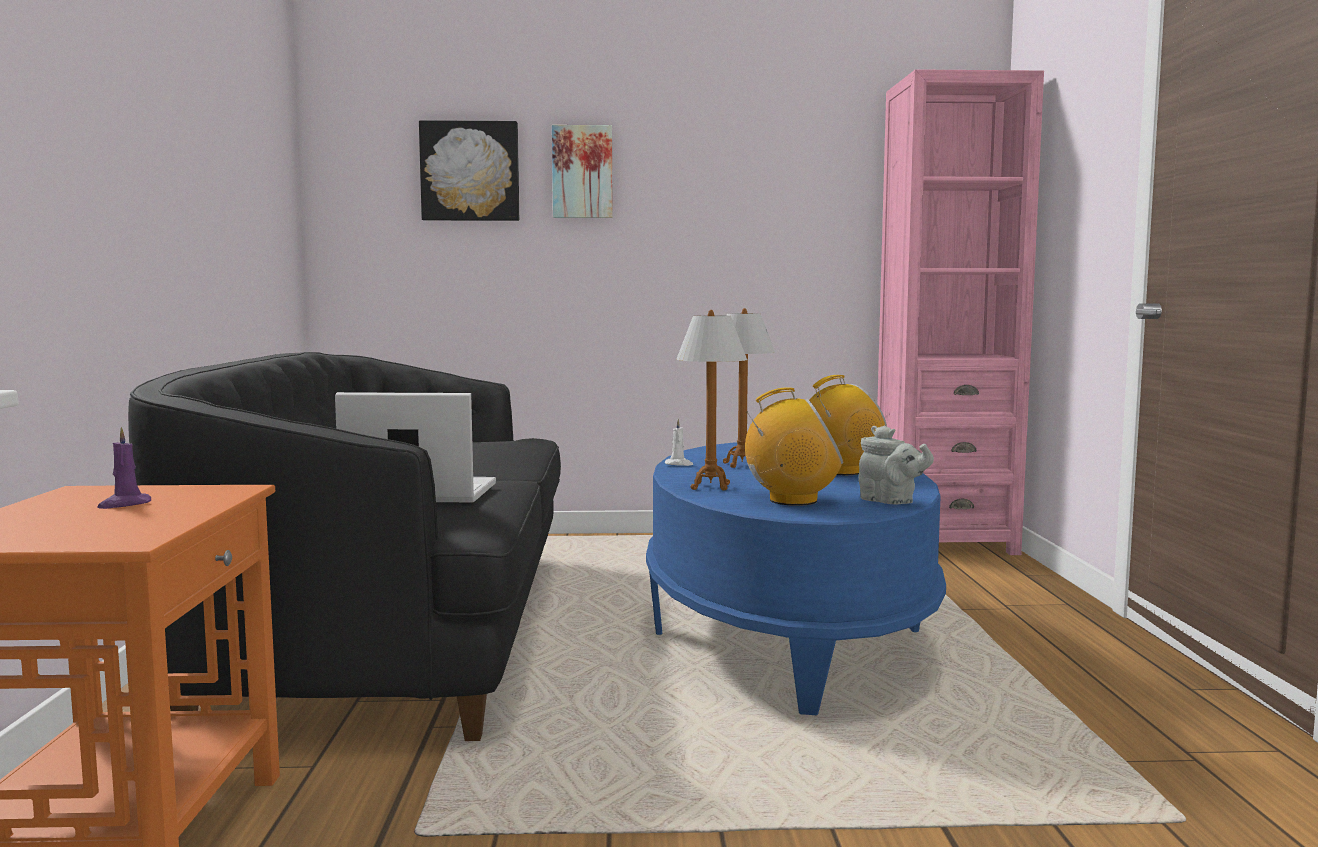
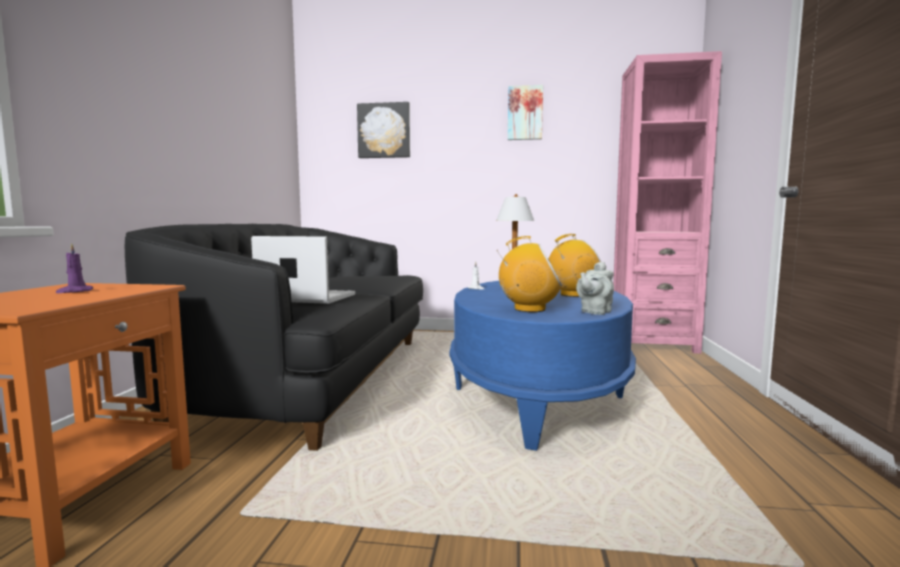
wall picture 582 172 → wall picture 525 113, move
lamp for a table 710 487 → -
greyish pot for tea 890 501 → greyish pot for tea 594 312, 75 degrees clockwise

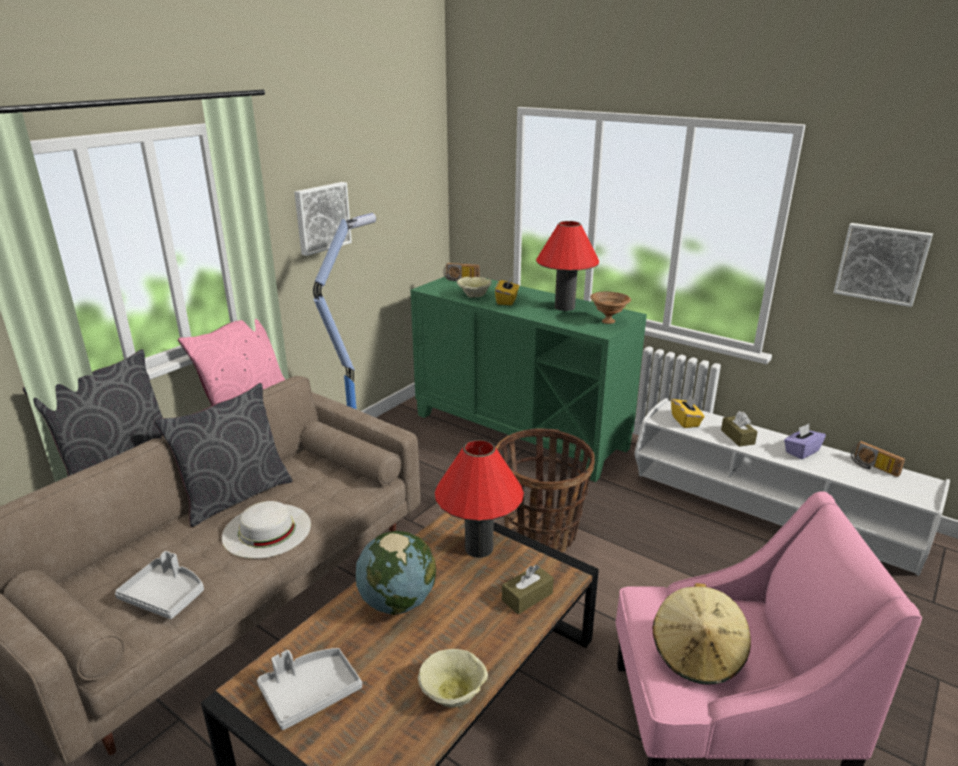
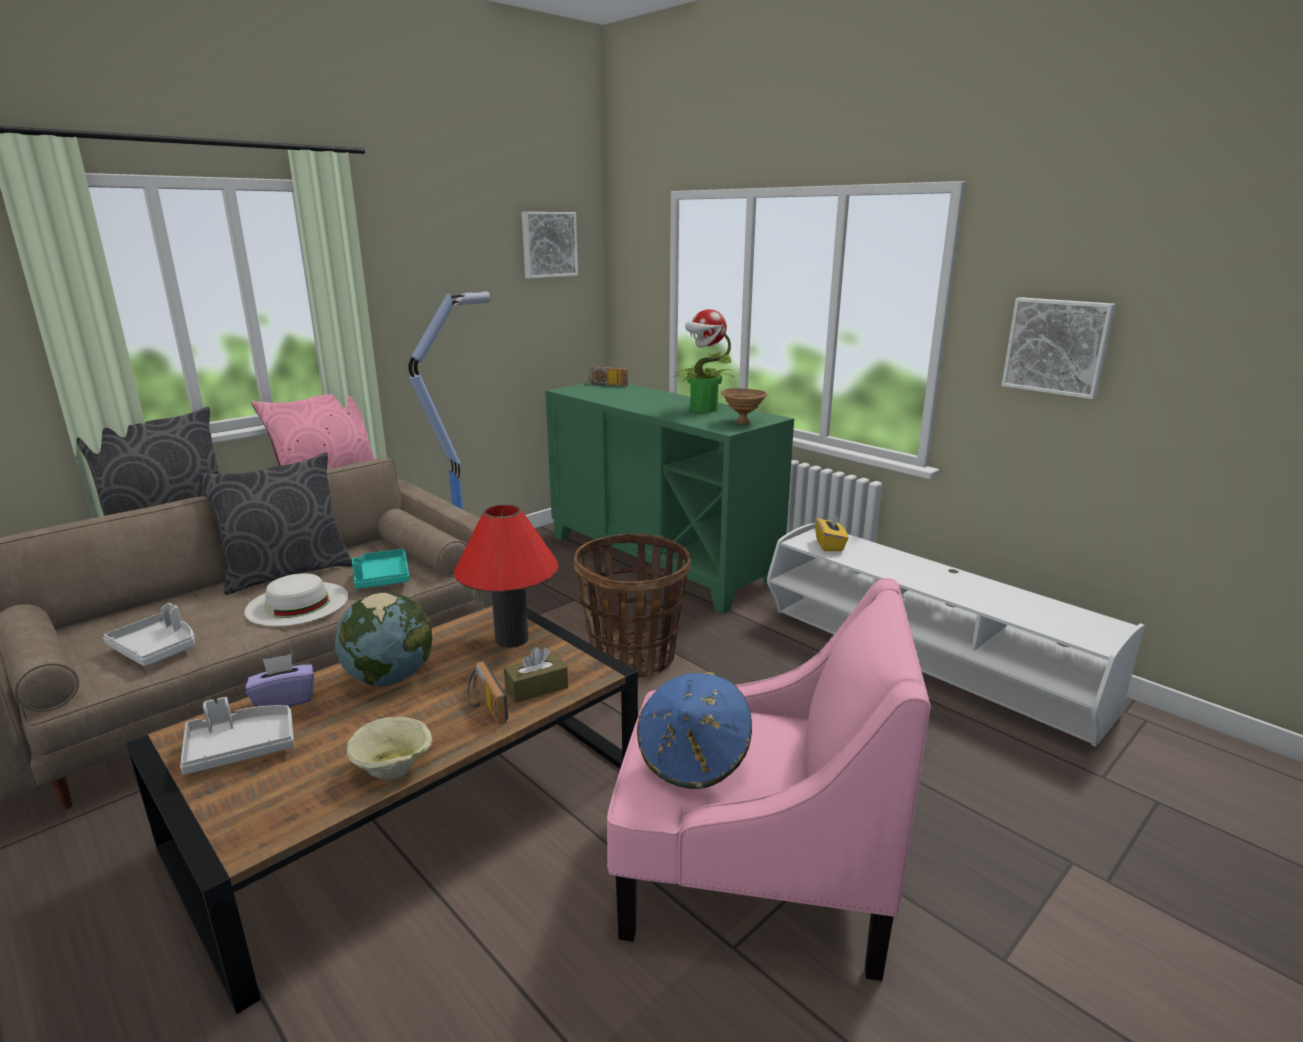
wall picture 321 217 → wall picture 548 244, move
beige serving bowl 474 295 → -
yellow-coloured tissue box 507 301 → -
red lamp for a table 564 307 → potted plant 703 409
beige hat 697 655 → blue-coloured hat 694 758
brown-coloured tissue box 737 437 → -
purplish tissue box 801 451 → purplish tissue box 285 700, move
radio set 872 467 → radio set 484 705, move
- → turquoise-coloured tray 382 578

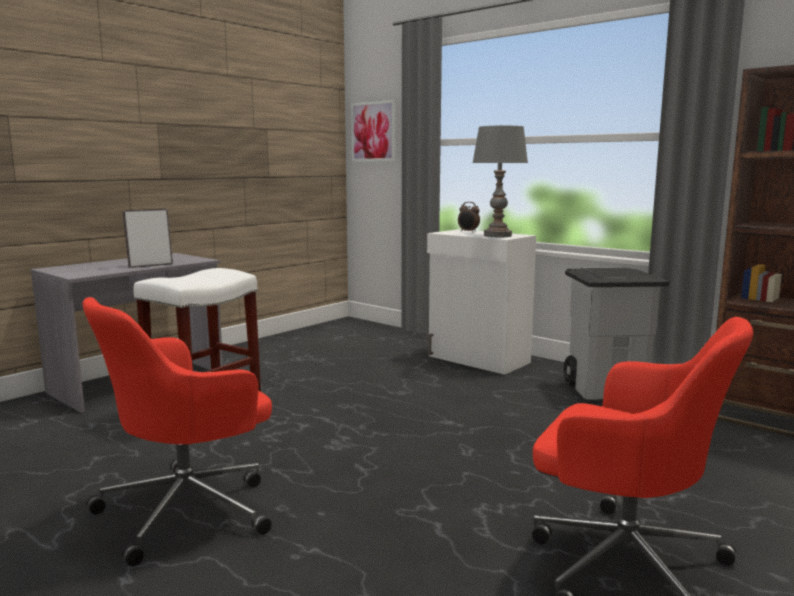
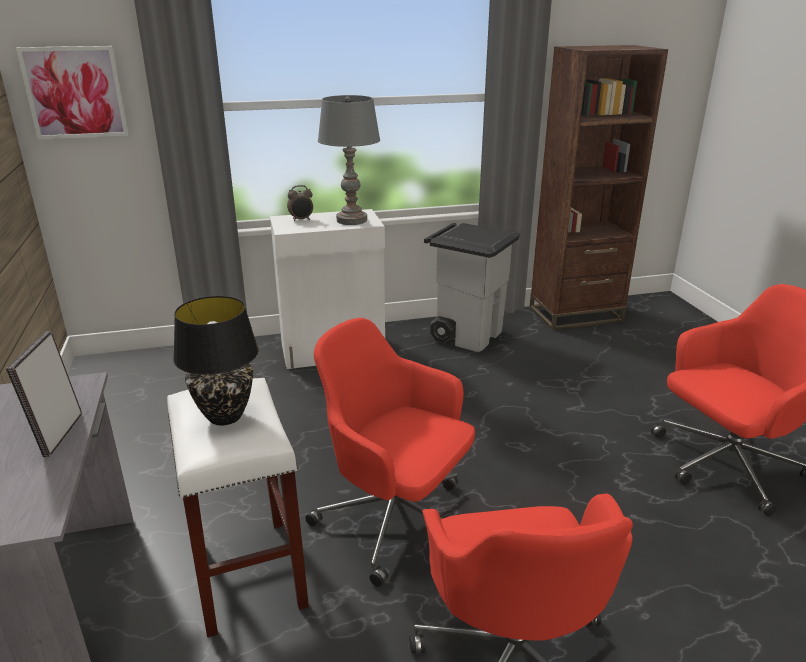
- → black-coloured lamp for a table 224 417
- → red computer chair 395 520

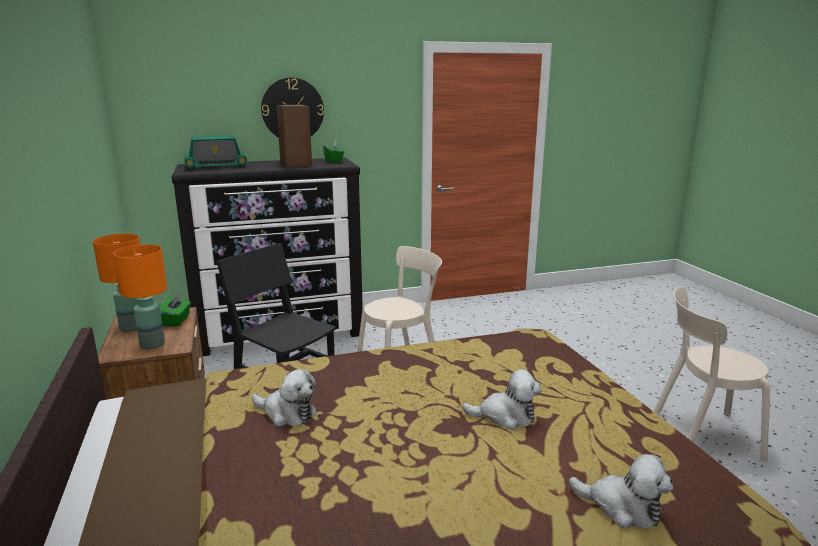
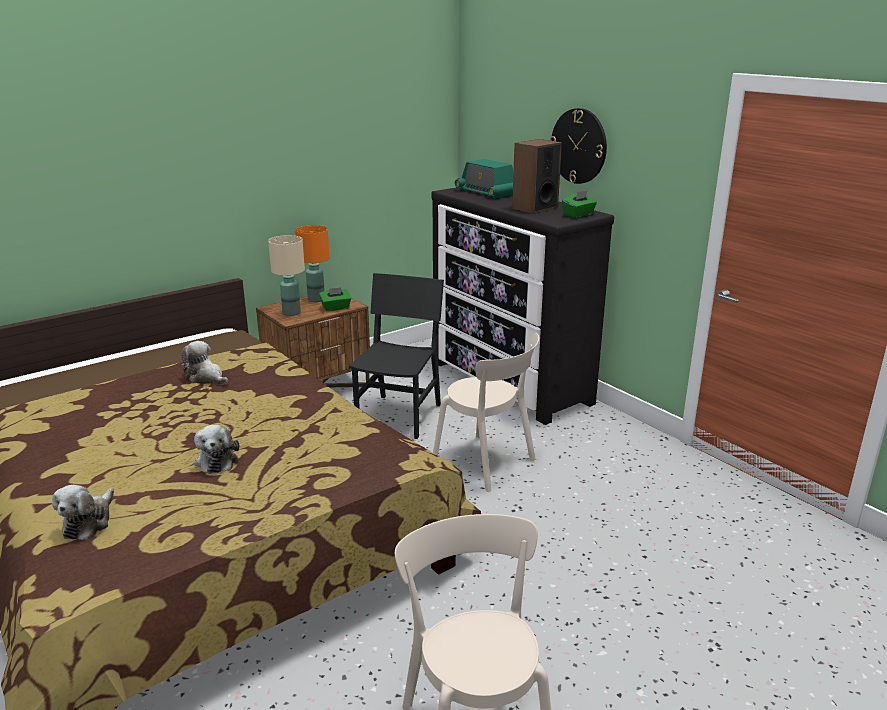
orange lamp for a table 151 344 → beige lamp for a table 291 313
plush toy 287 413 → plush toy 206 378, 120 degrees clockwise

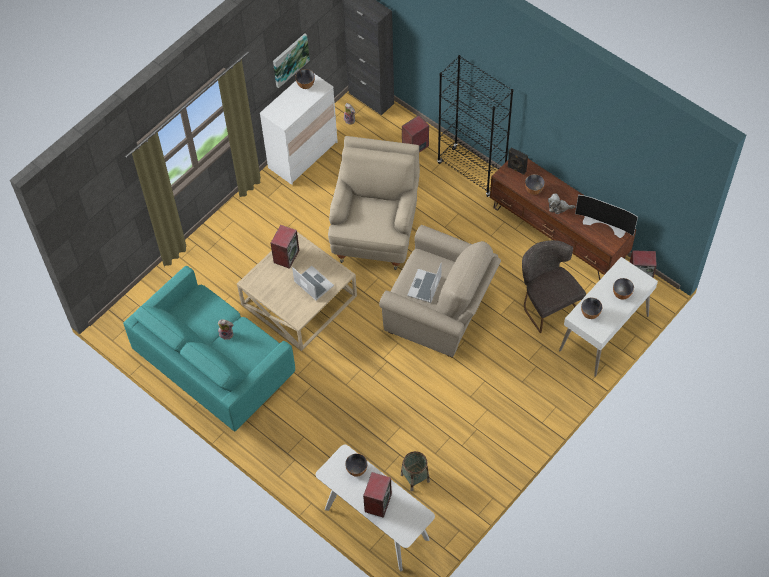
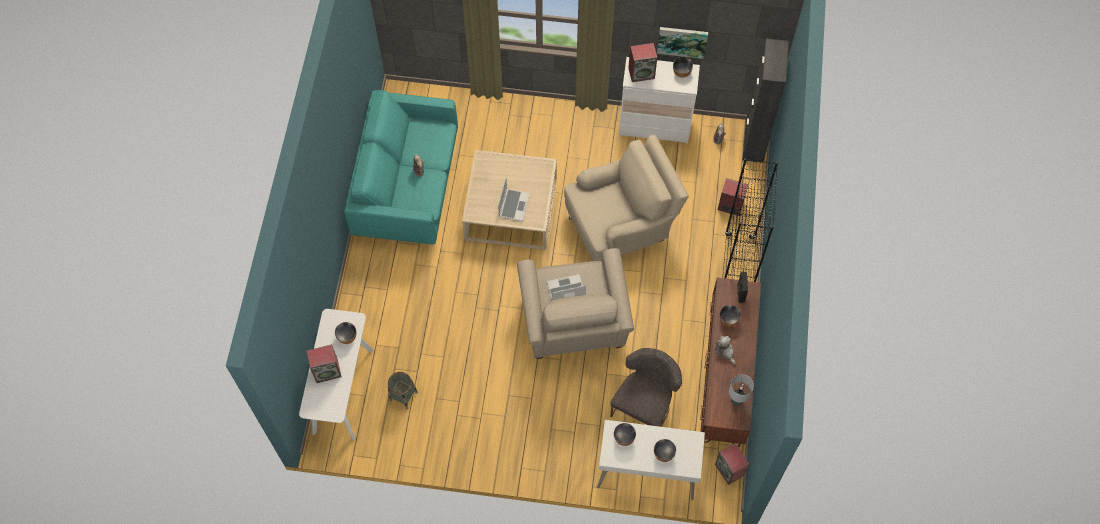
loudspeaker 286 256 → loudspeaker 641 72, move
TV 605 223 → greyish lamp for a table 736 401

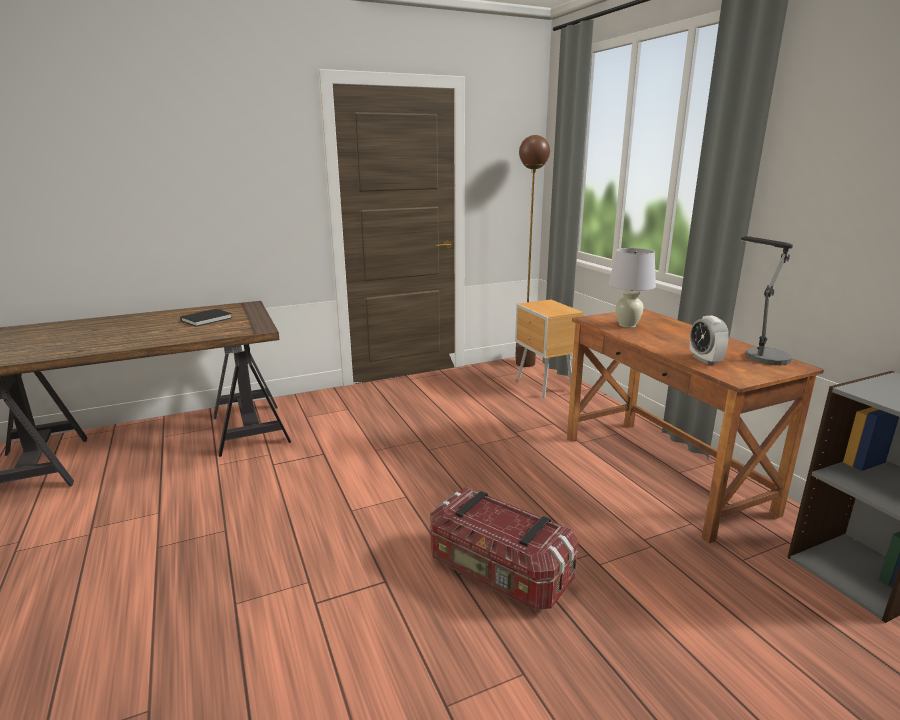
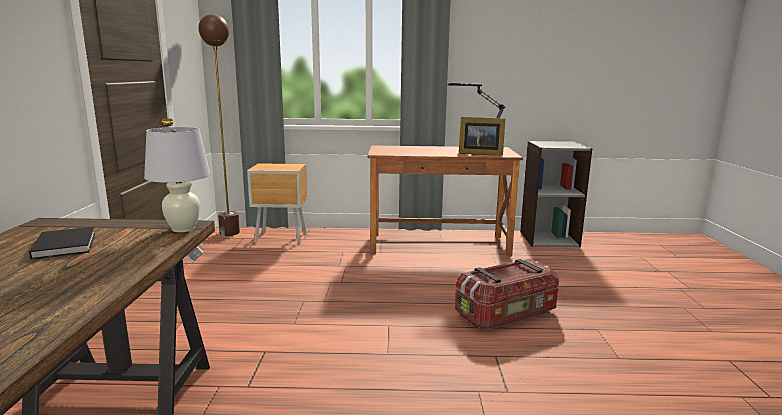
white-coloured lamp for a table 627 325 → white-coloured lamp for a table 183 229, move
bedside clock 705 360 → photo frame 479 153

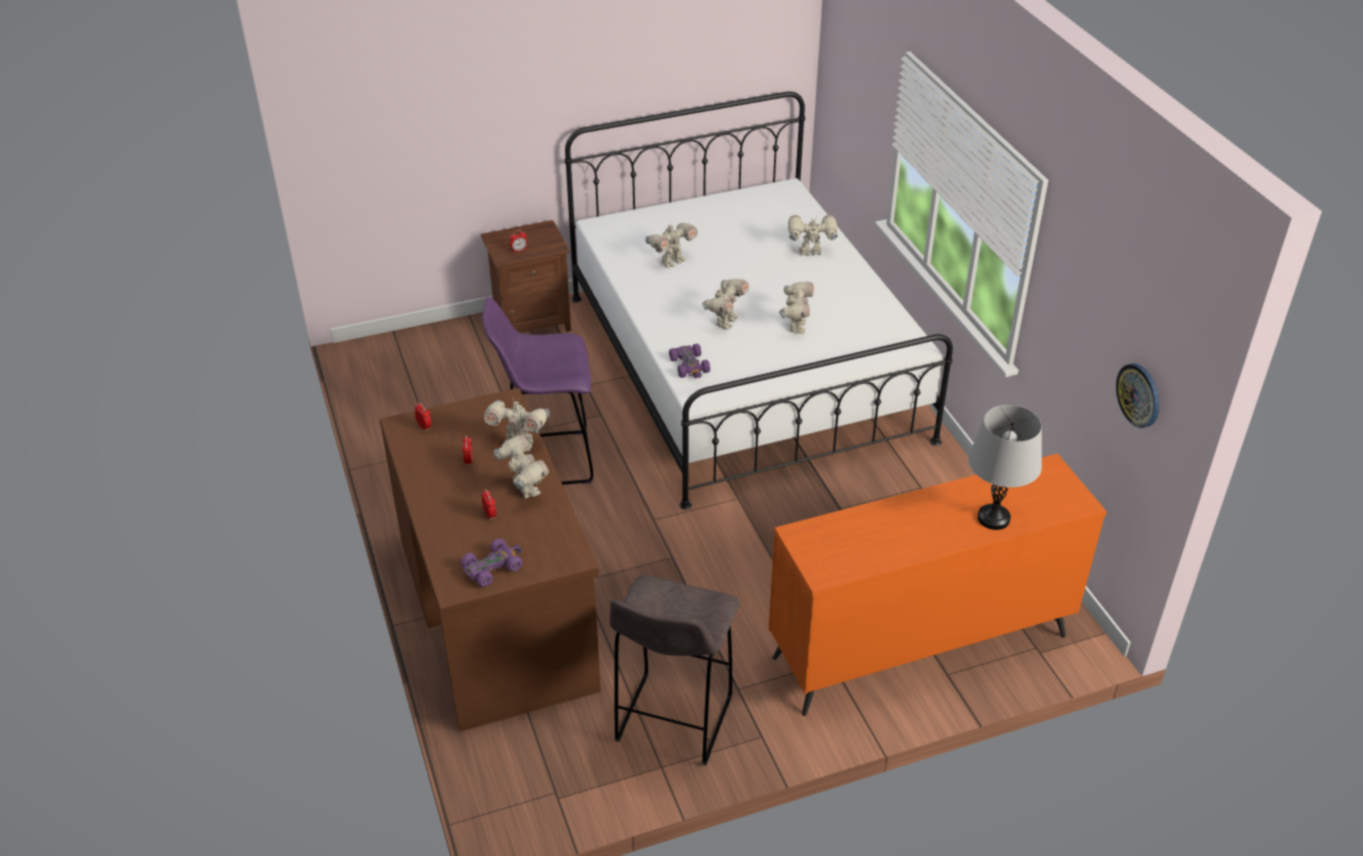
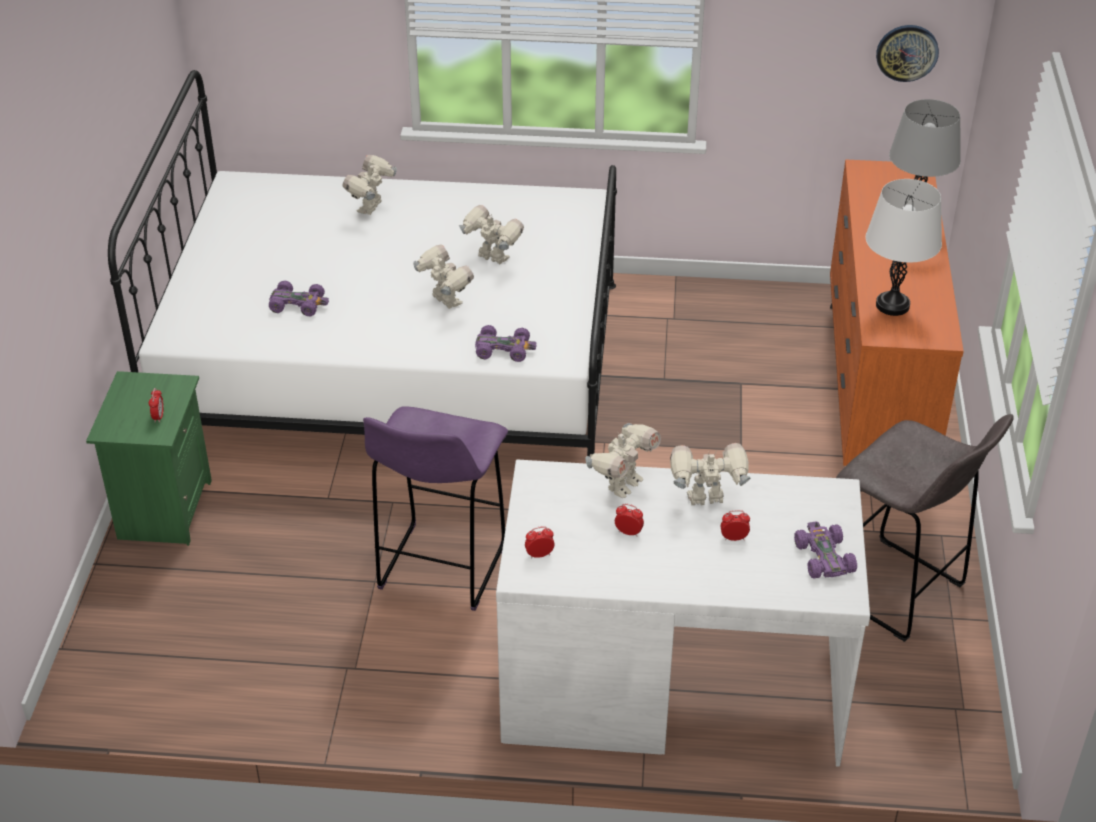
brown-coloured desk 498 612 → white-coloured desk 671 684
brown-coloured nightstand 531 322 → greenish nightstand 163 510
model robot 672 261 → purplish model car 298 304
- → white-coloured lamp for a table 892 305

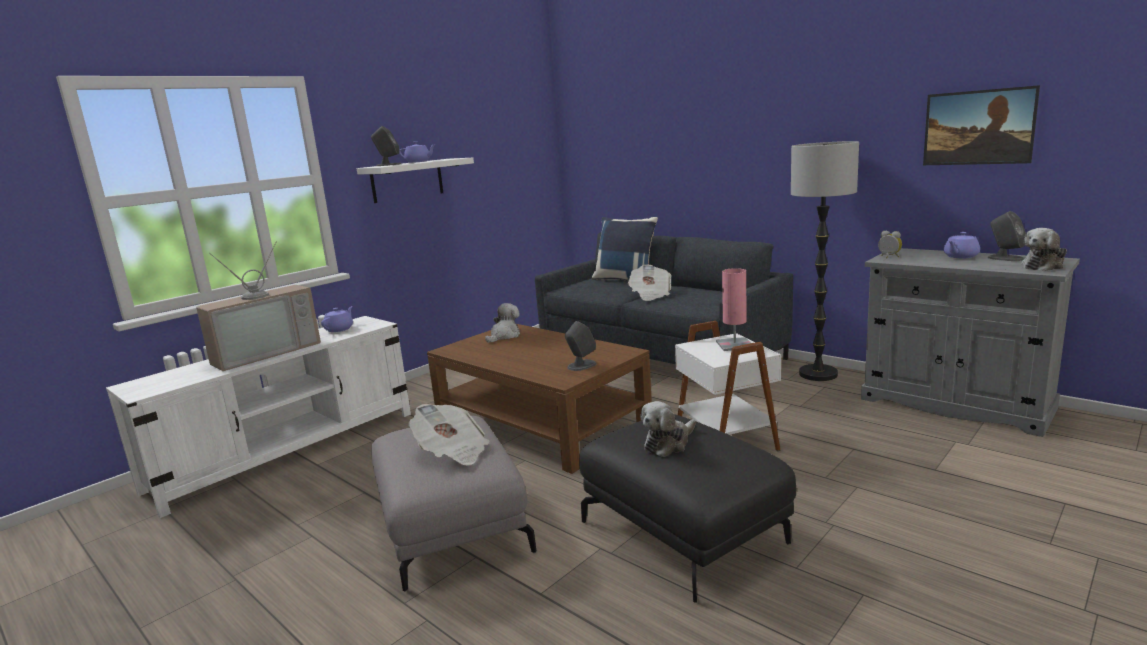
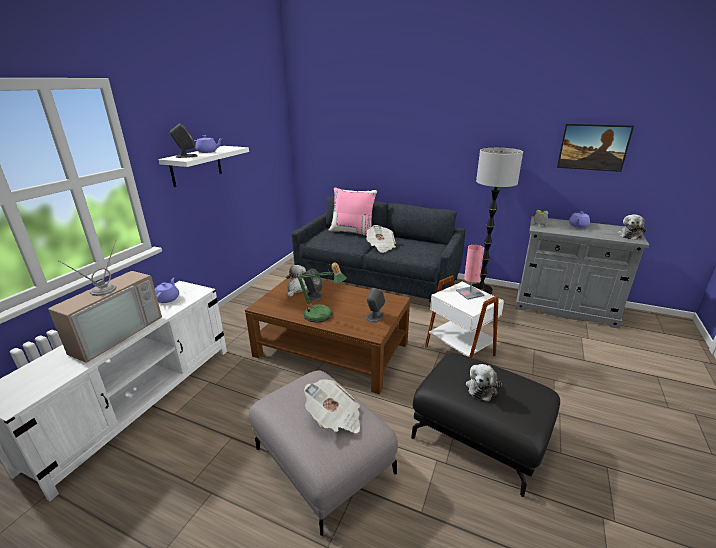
blue-coloured throw pillow 626 280 → pinkish throw pillow 353 232
greyish loudspeaker 1005 258 → greyish loudspeaker 313 296, move
- → lamp for a table 321 316

